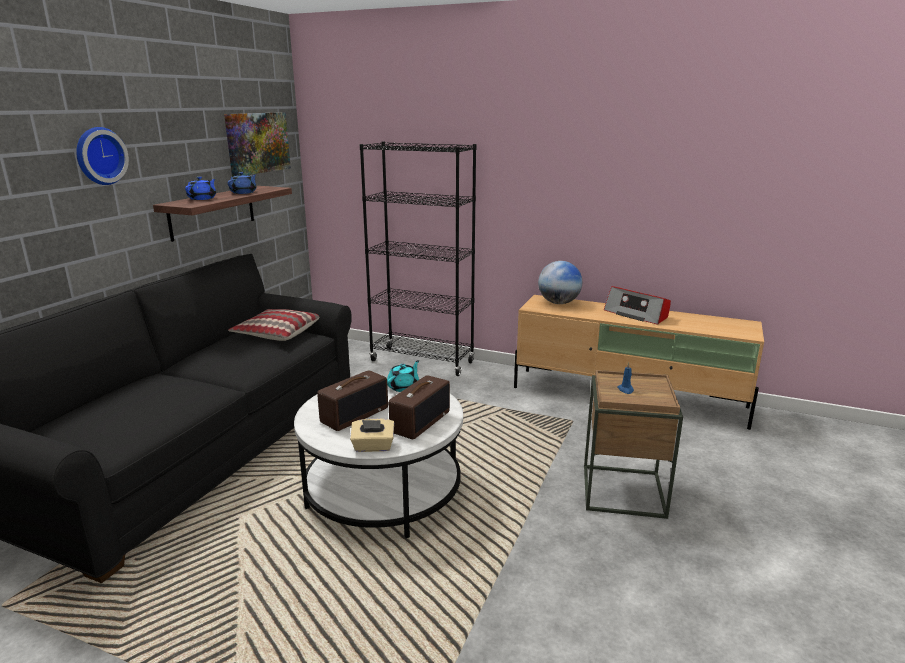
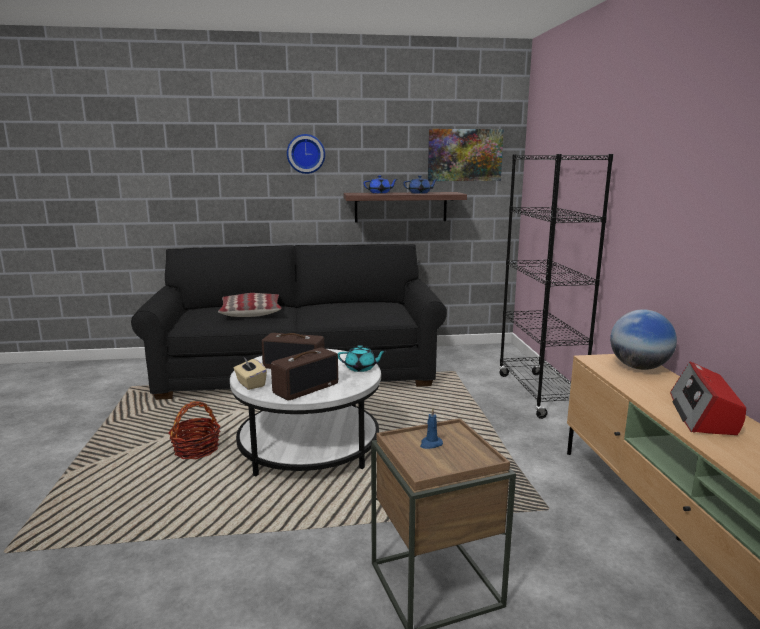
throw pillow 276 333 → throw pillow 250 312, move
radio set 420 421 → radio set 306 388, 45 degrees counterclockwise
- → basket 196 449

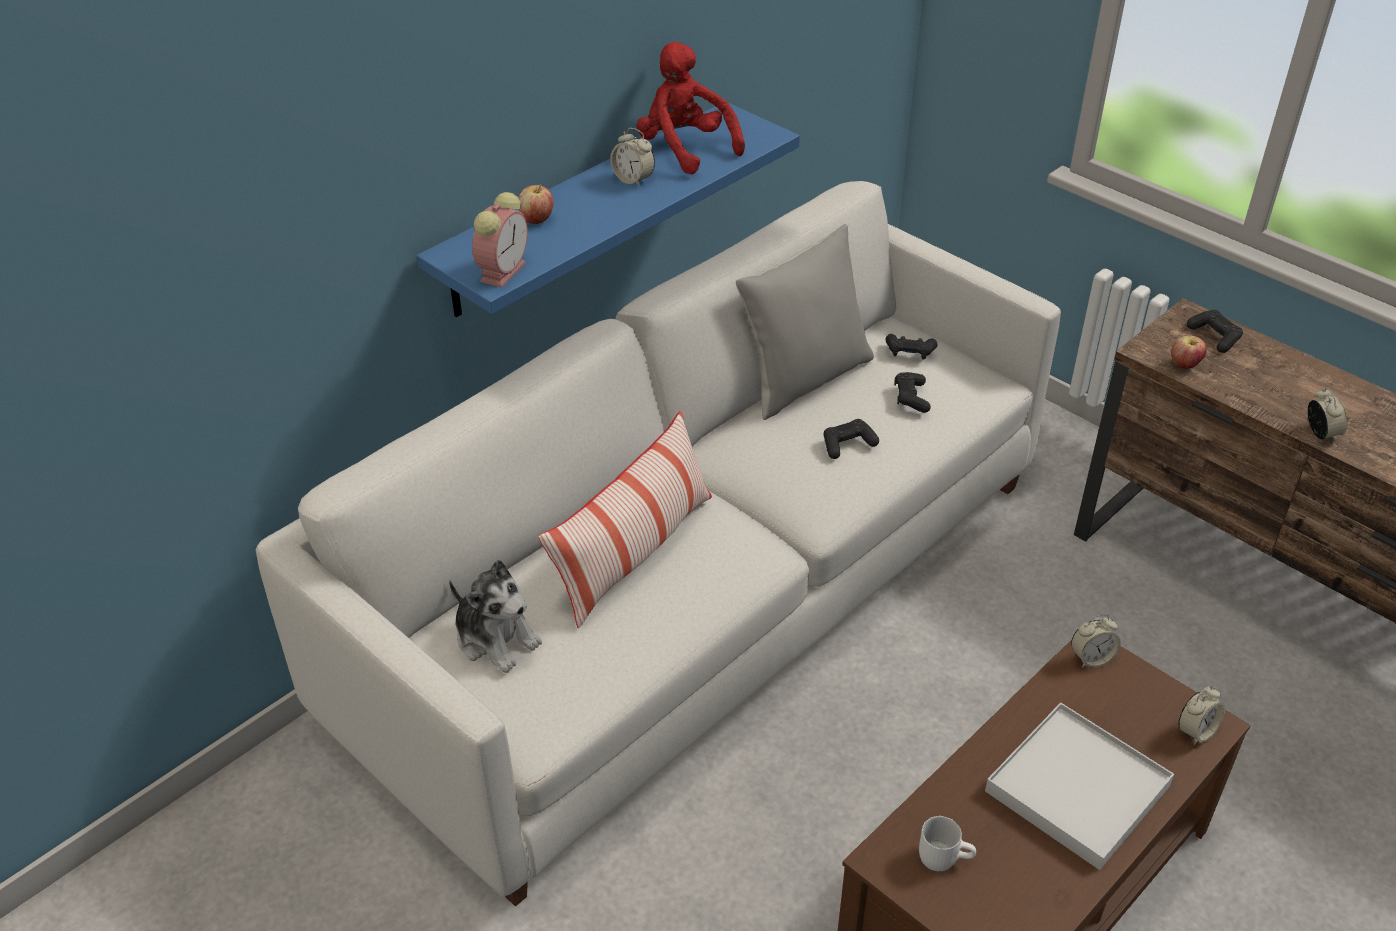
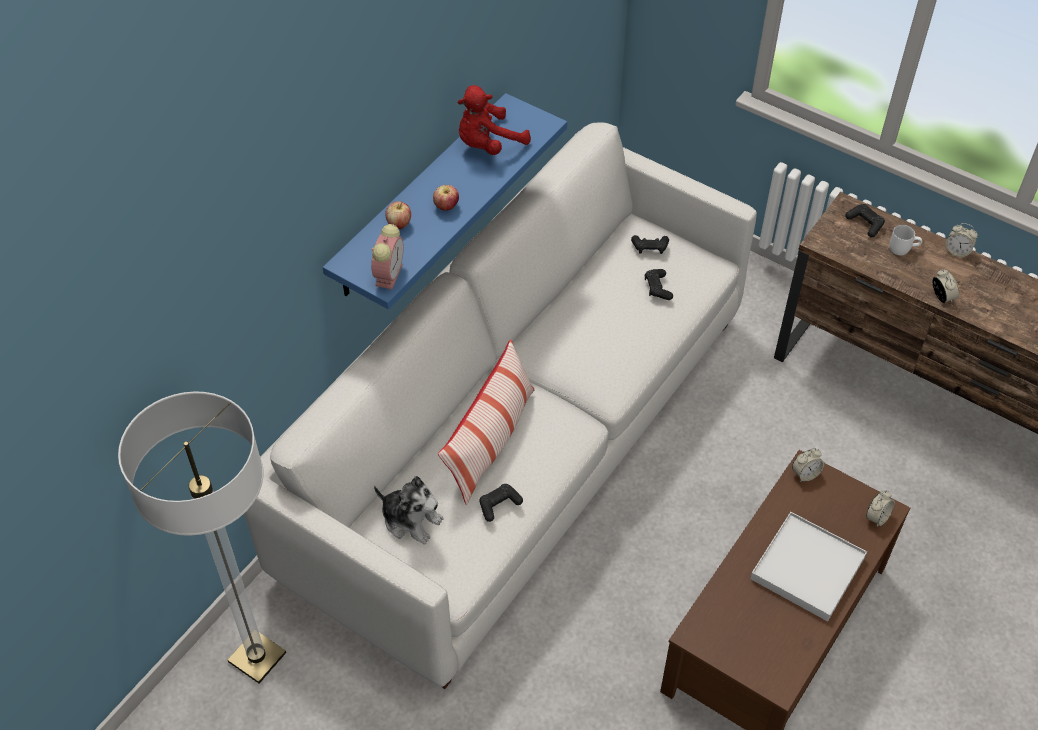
bedside clock 633 180 → bedside clock 957 251, move
red plush toy 685 149 → red plush toy 488 144, 75 degrees counterclockwise
greyish throw pillow 804 379 → -
black-coloured gamepad 848 444 → black-coloured gamepad 499 505, move
white-coloured coffee mug 944 856 → white-coloured coffee mug 902 248, move
apple fruit 1184 365 → apple fruit 446 206, move
- → standard lamp 257 657

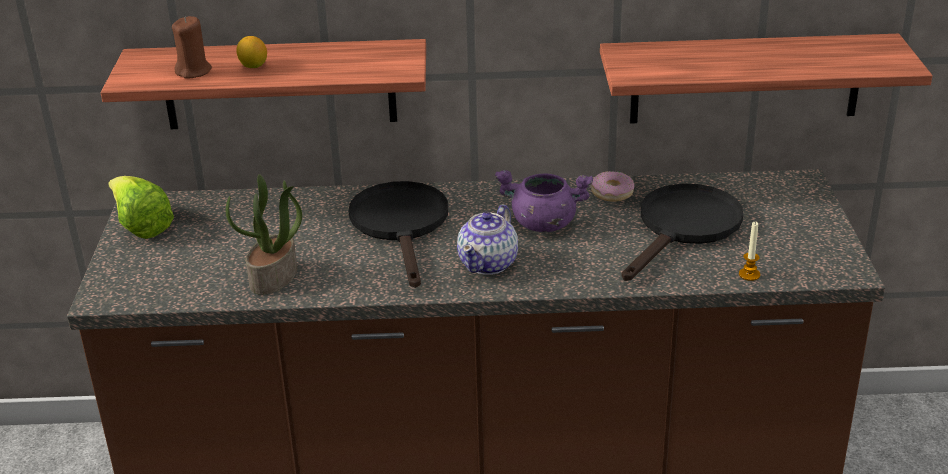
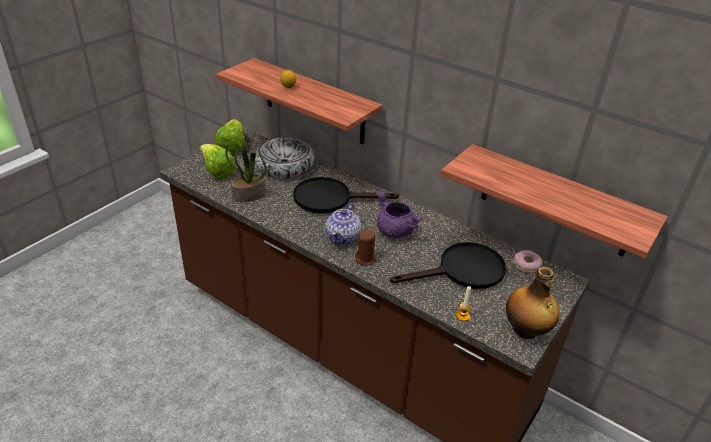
brown-coloured candle 194 71 → brown-coloured candle 365 259, move
black-coloured pan 402 226 → black-coloured pan 330 198, 120 degrees counterclockwise
pot for tea 489 263 → pot for tea 343 237, 45 degrees counterclockwise
ring doughnut 612 192 → ring doughnut 526 265, move
- → head of lettuce 217 171
- → serving bowl 285 165
- → beverage bottle 525 331

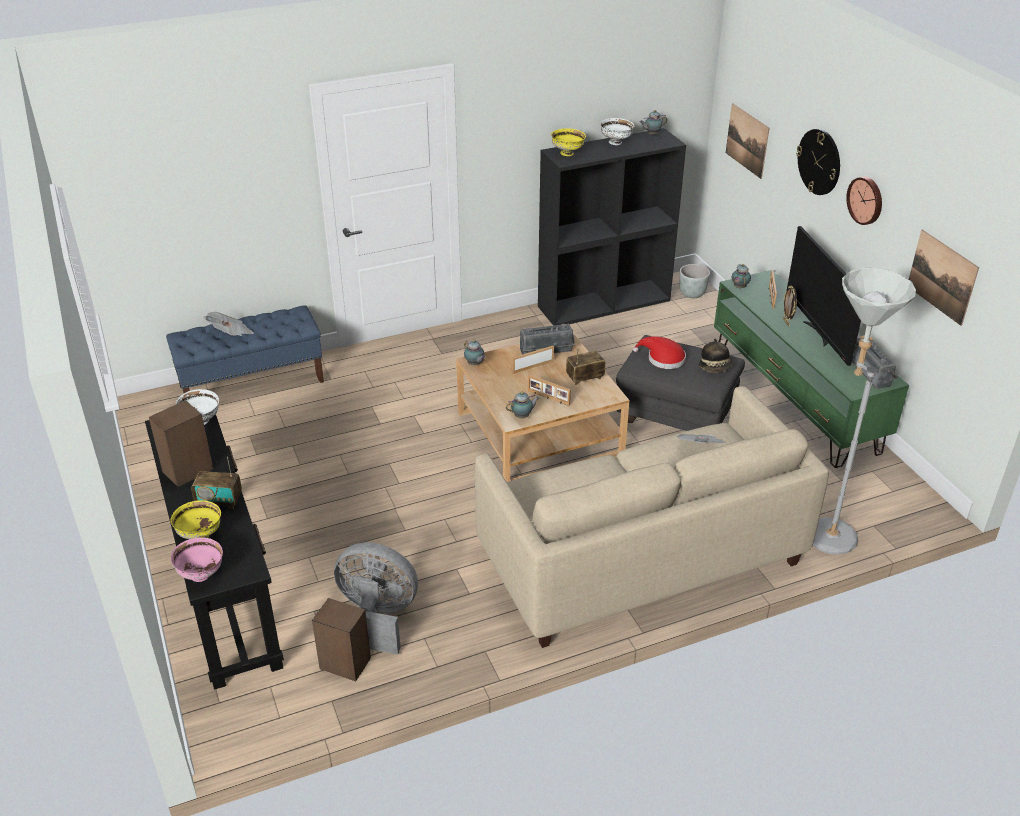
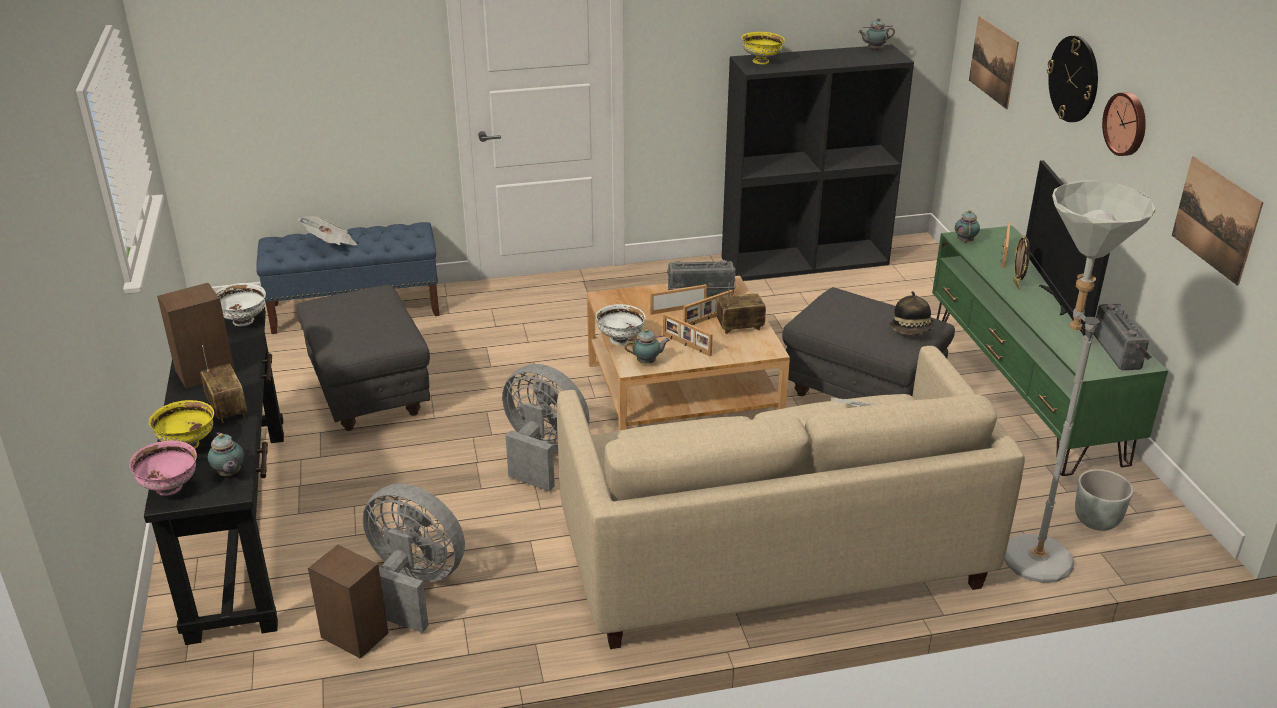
radio set 219 501 → radio set 227 409, 135 degrees counterclockwise
pot for tea 474 364 → pot for tea 229 474, move
white-coloured serving bowl 615 142 → white-coloured serving bowl 620 339, move
red hat 663 359 → -
greyish flower pot 692 294 → greyish flower pot 1096 521, move
- → greyish pouffe 368 395
- → greyish electric fan 543 455
- → photo frame 708 319

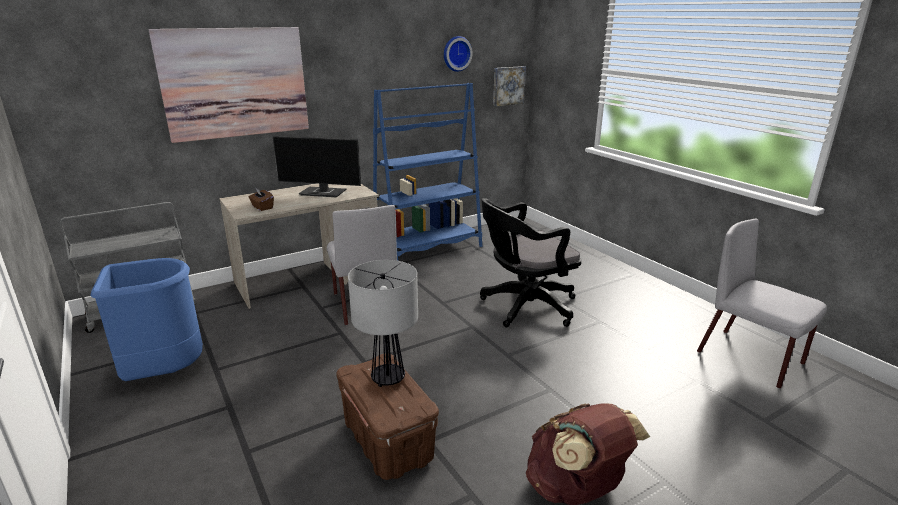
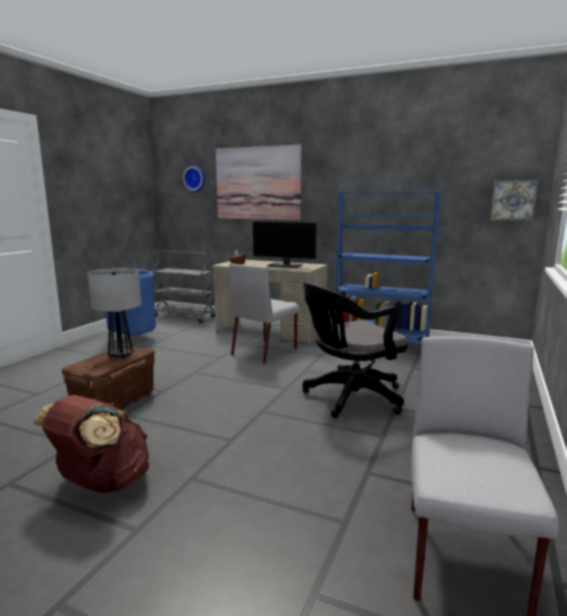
computer screen 324 192 → computer screen 286 266, 45 degrees counterclockwise
hanging clock 456 53 → hanging clock 195 178, move
black-coloured computer chair 524 307 → black-coloured computer chair 350 398, 60 degrees counterclockwise

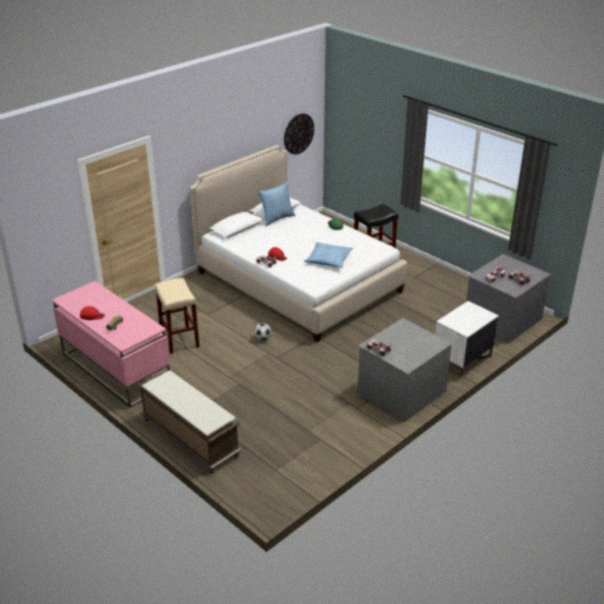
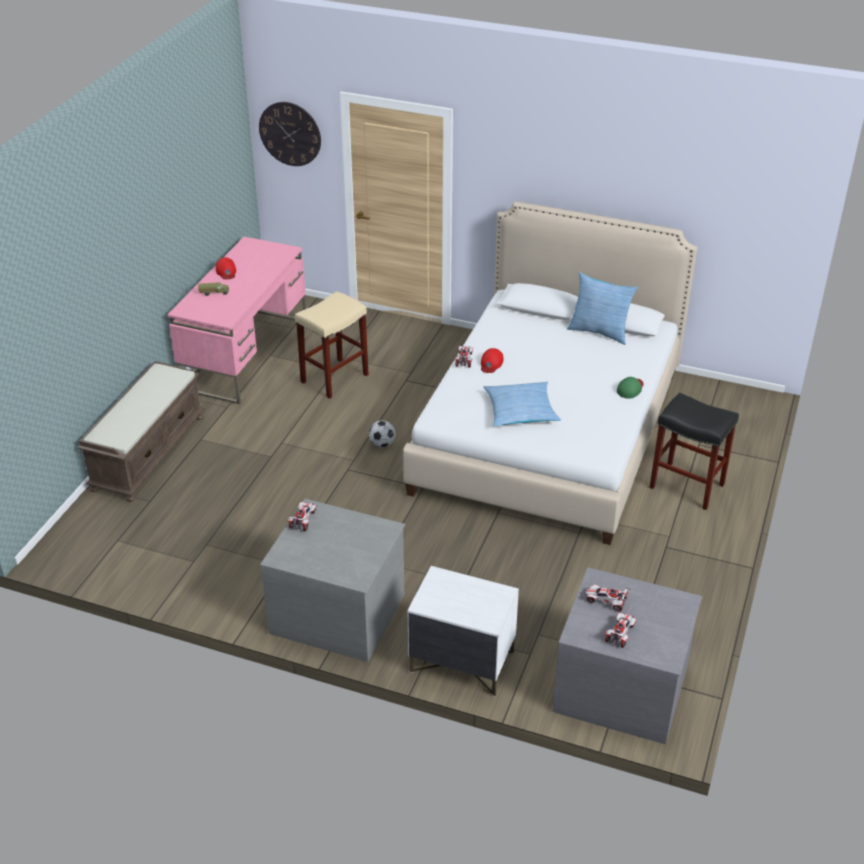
hanging clock 298 133 → hanging clock 290 134, move

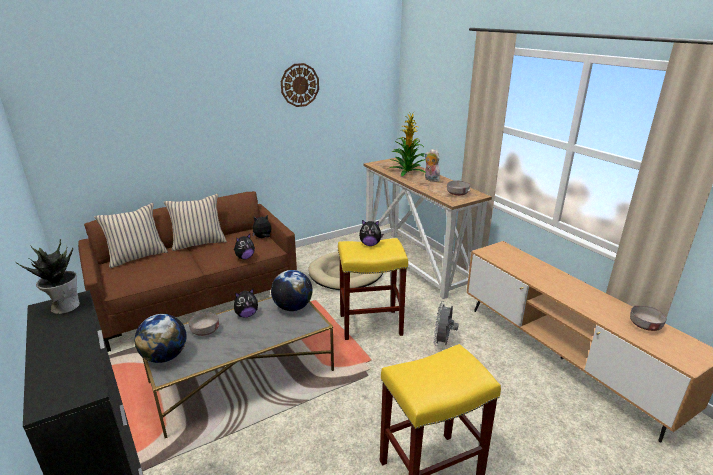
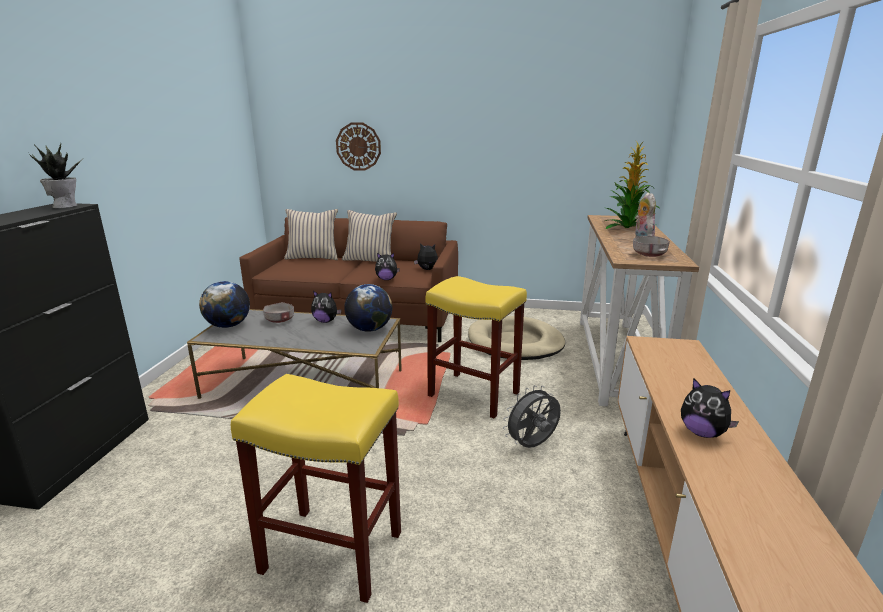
hanging clock 299 85 → hanging clock 358 146, move
plush toy 370 244 → plush toy 702 433, move
greyish serving bowl 644 326 → -

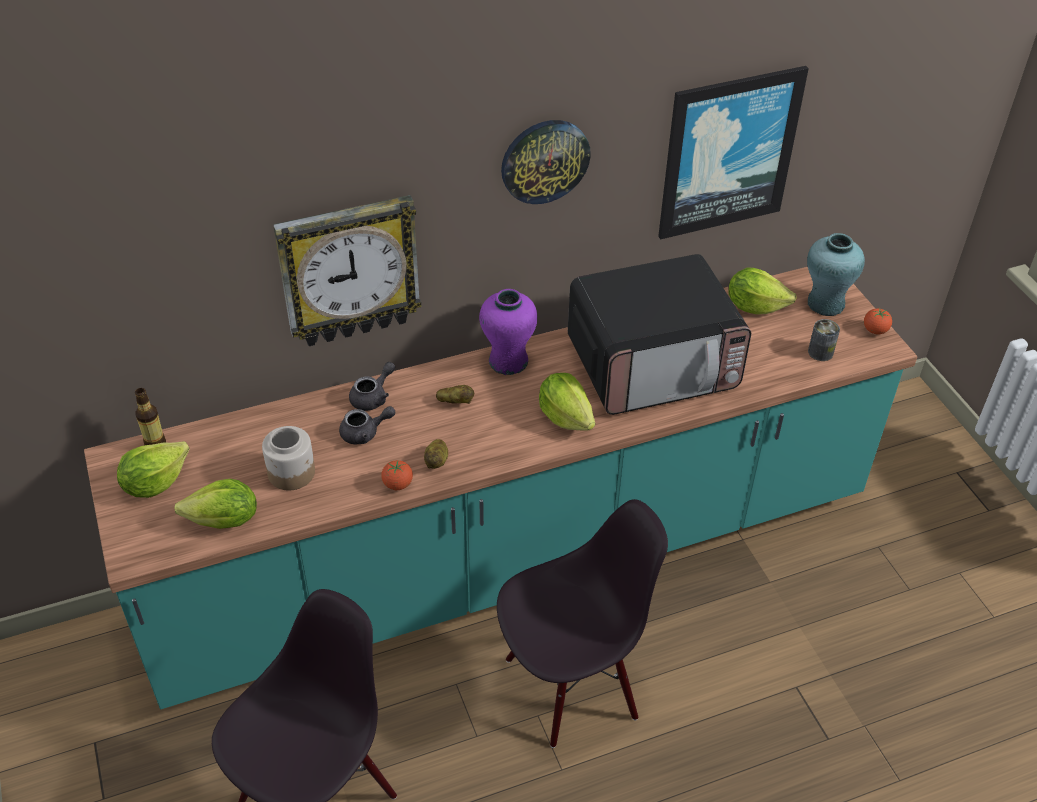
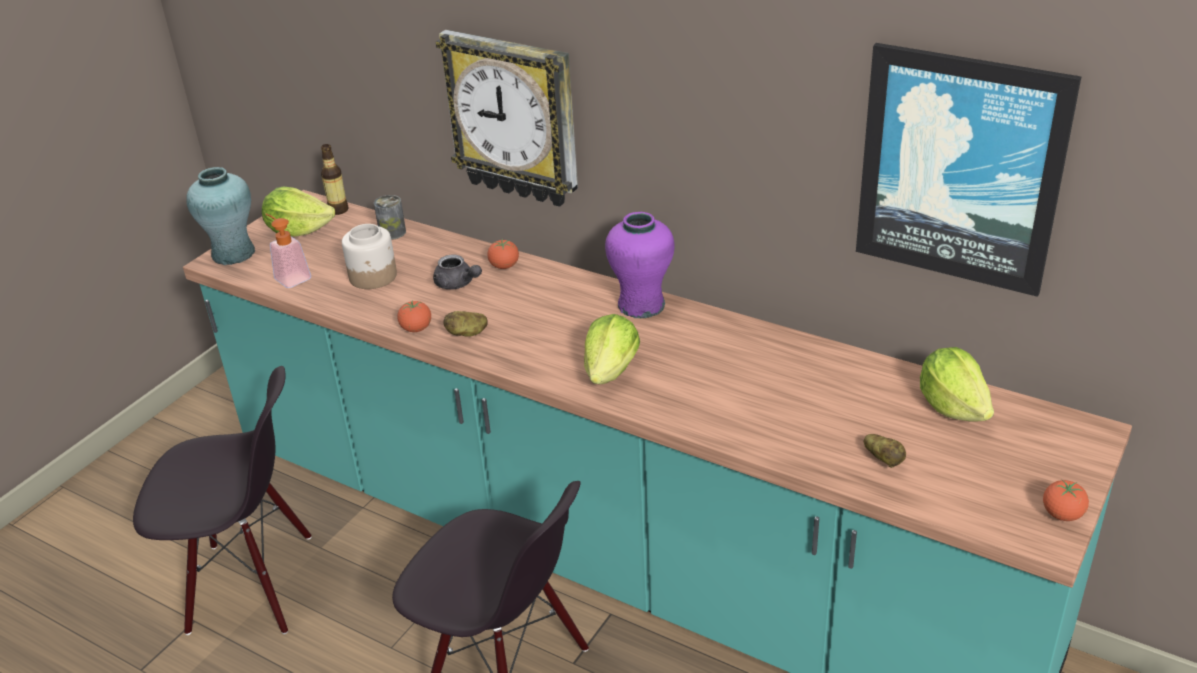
head of lettuce 224 521 → soap dispenser 289 276
greyish pot for tea 373 397 → fresh tomato 504 266
potato 455 402 → potato 883 459, move
hanging clock 544 161 → -
microwave 653 365 → -
turquoise-coloured flower vase 825 304 → turquoise-coloured flower vase 233 253, move
sealed can 820 352 → sealed can 392 232, move

